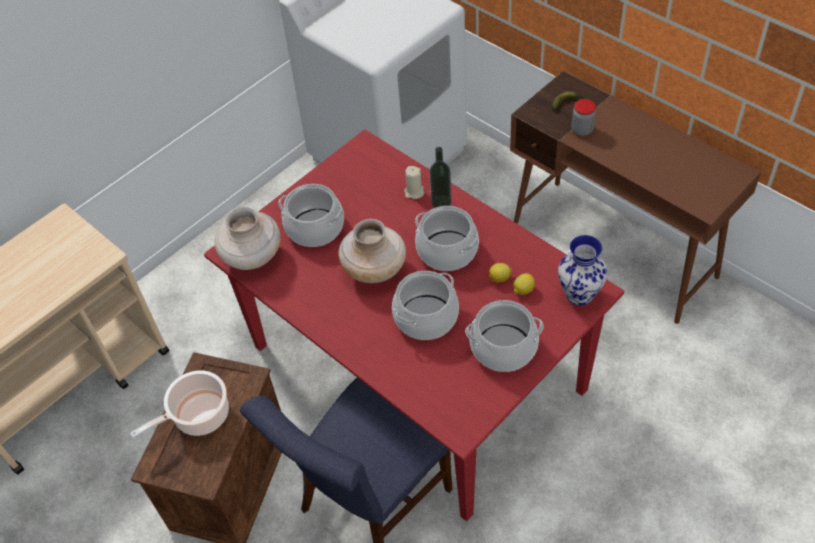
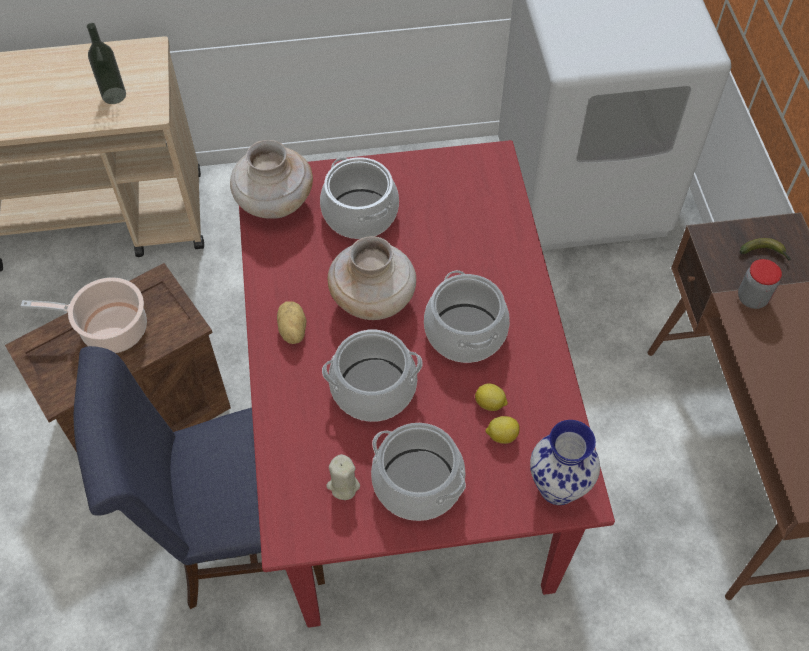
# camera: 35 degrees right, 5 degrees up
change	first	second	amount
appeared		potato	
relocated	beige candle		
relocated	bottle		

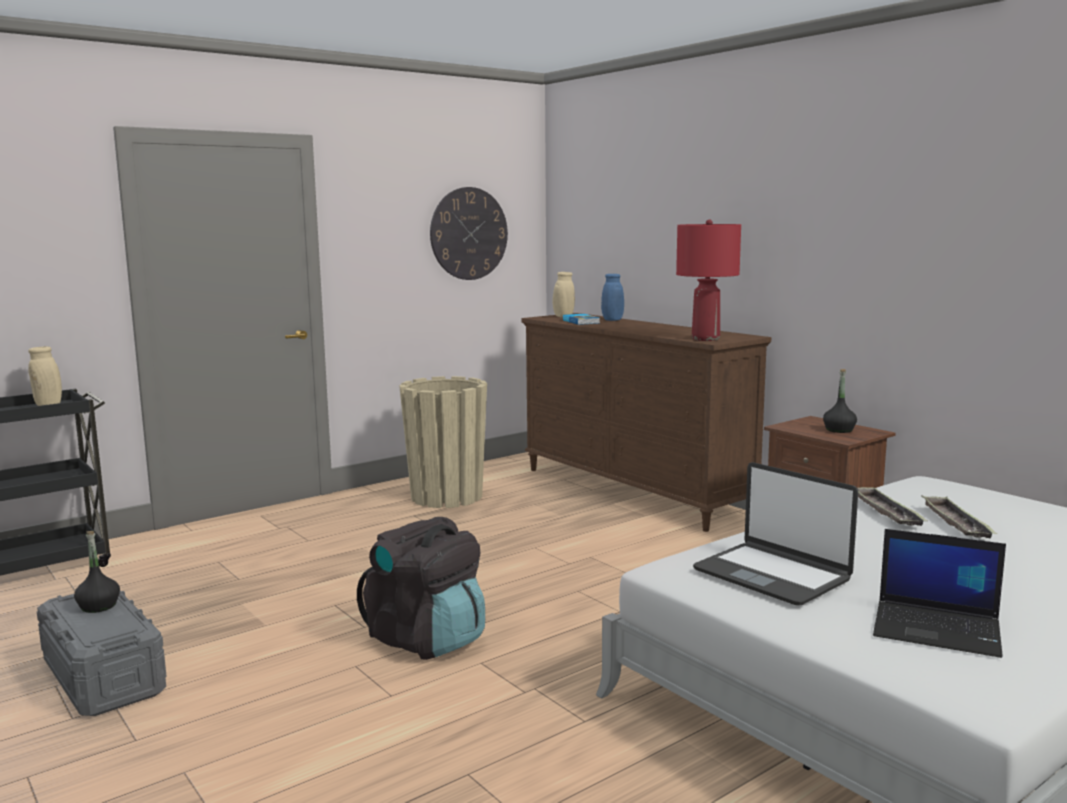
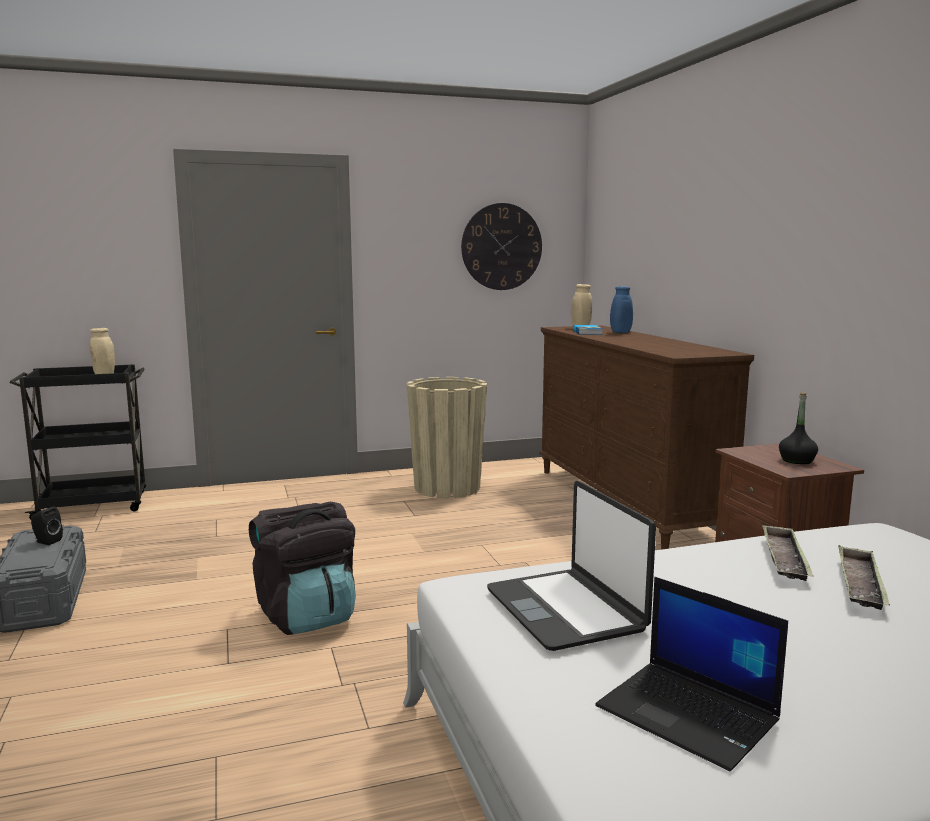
# camera: 20 degrees right, 0 degrees up
change	first	second	amount
missing	red table lamp		
exchanged	black bottle (no. 1 from left)	black speaker	

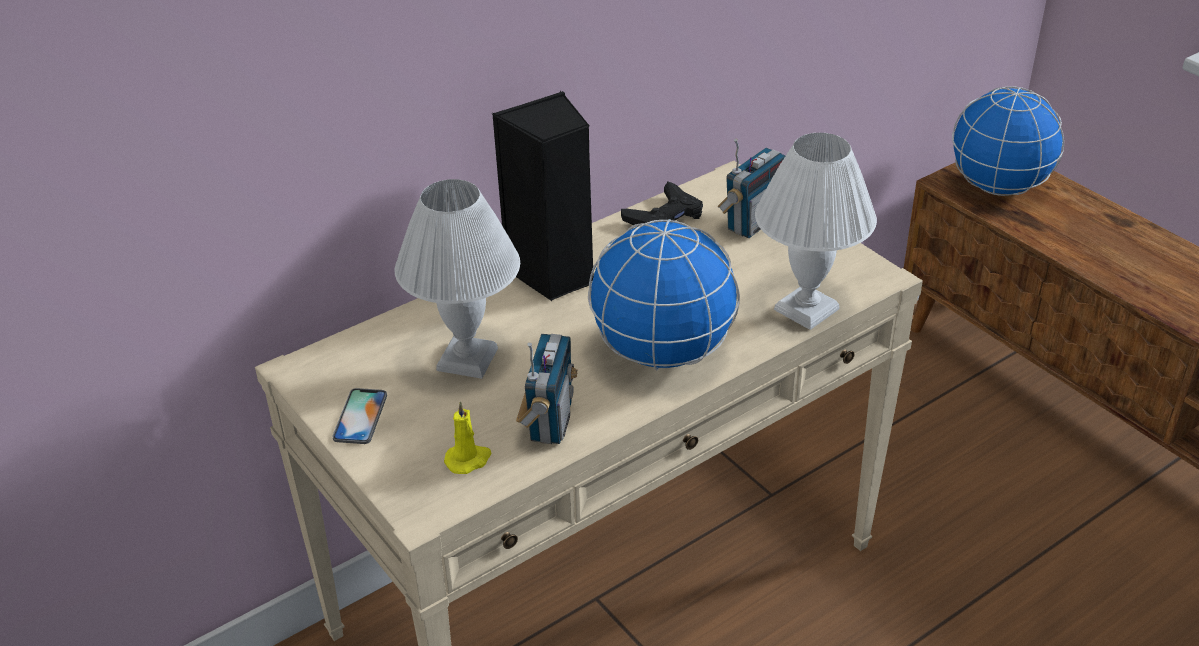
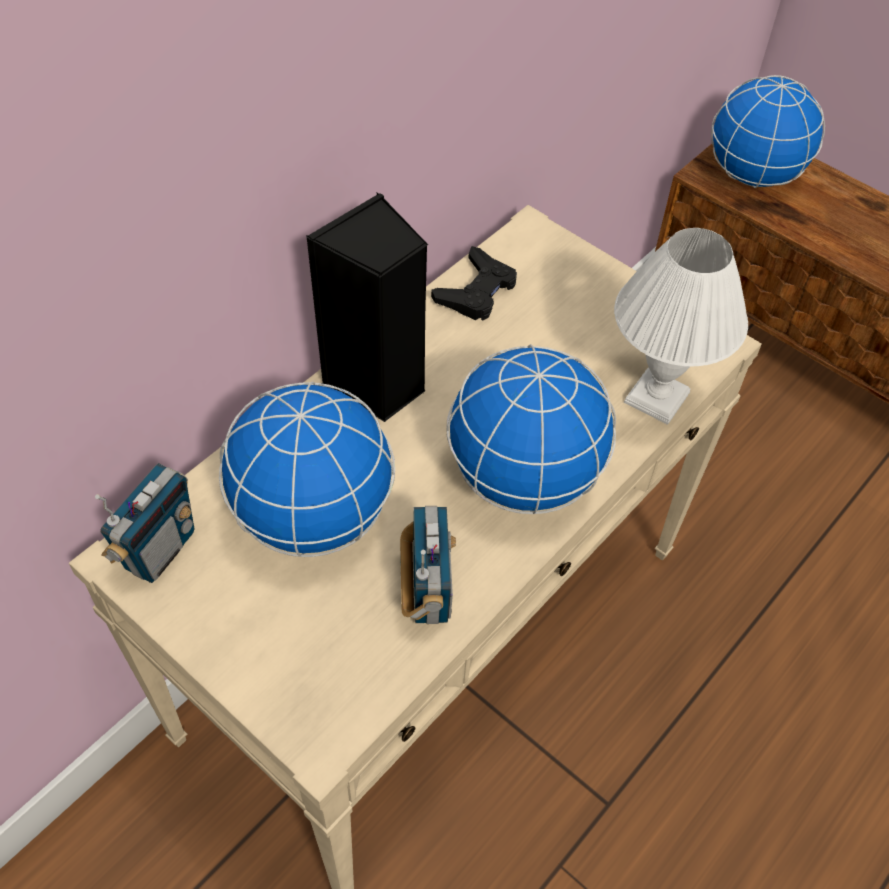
# camera: 15 degrees left, 15 degrees up
change	first	second	amount
missing	phone		
missing	yellow candle		
relocated	radio (no. 2 from left in the first image)	radio (no. 1 from left)	
exchanged	white table lamp (no. 1 from left)	globe (no. 1 from left)	

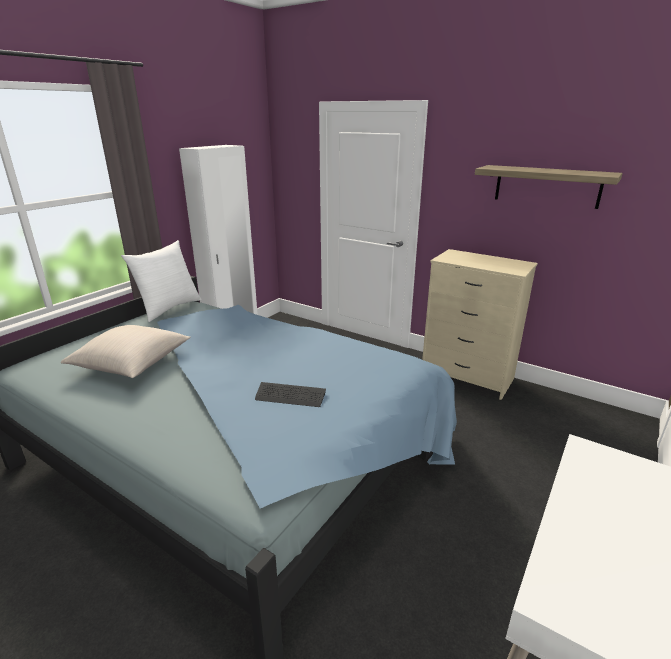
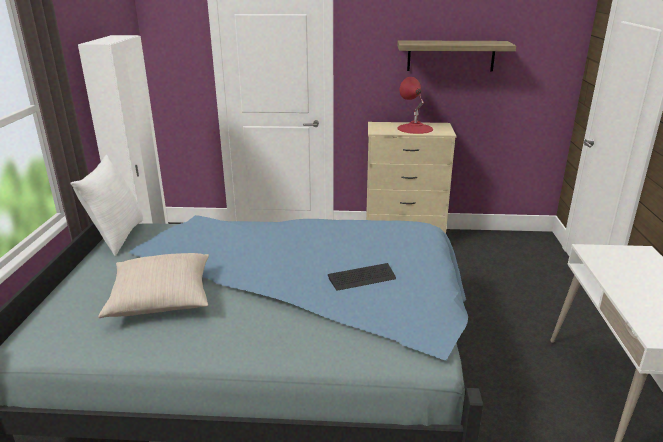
# camera: 30 degrees left, 0 degrees up
change	first	second	amount
appeared		red table lamp	

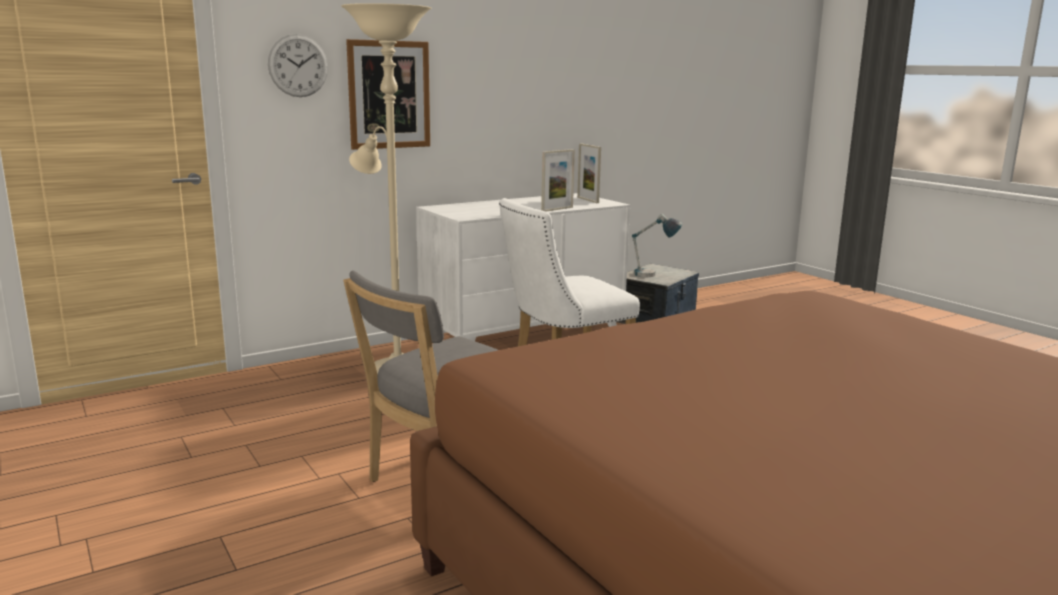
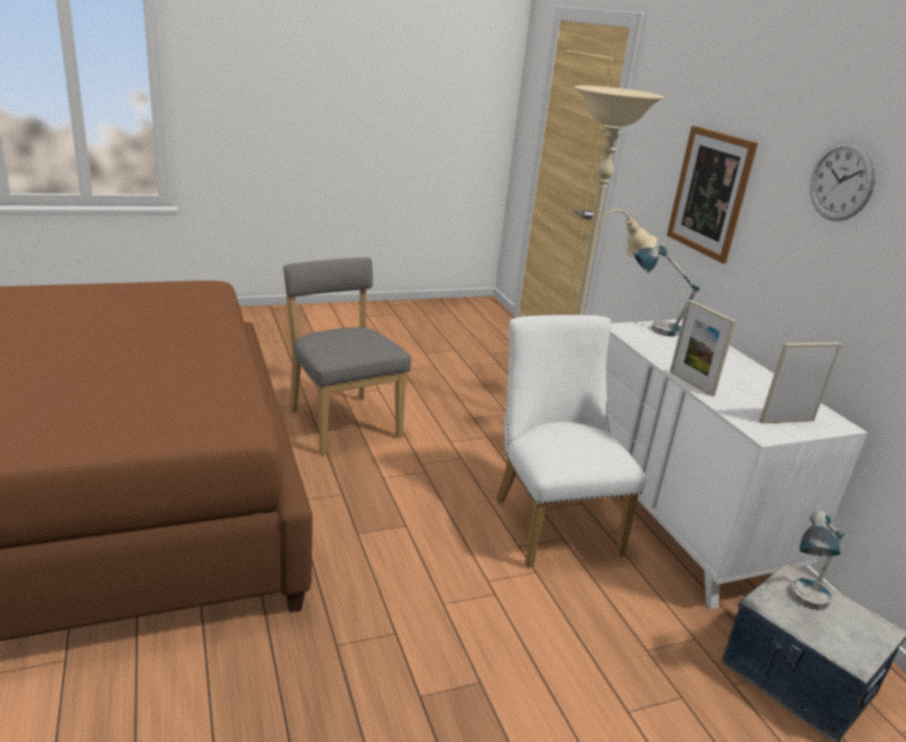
# camera: 100 degrees right, 10 degrees up
change	first	second	amount
appeared		table lamp (no. 1 from left)	
relocated	wall clock		

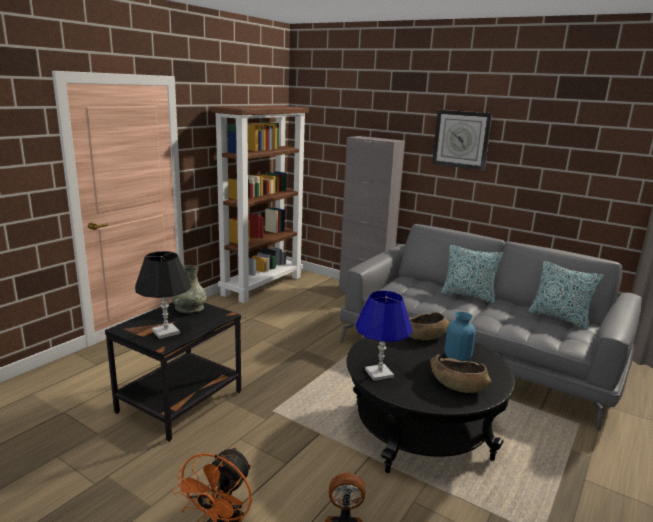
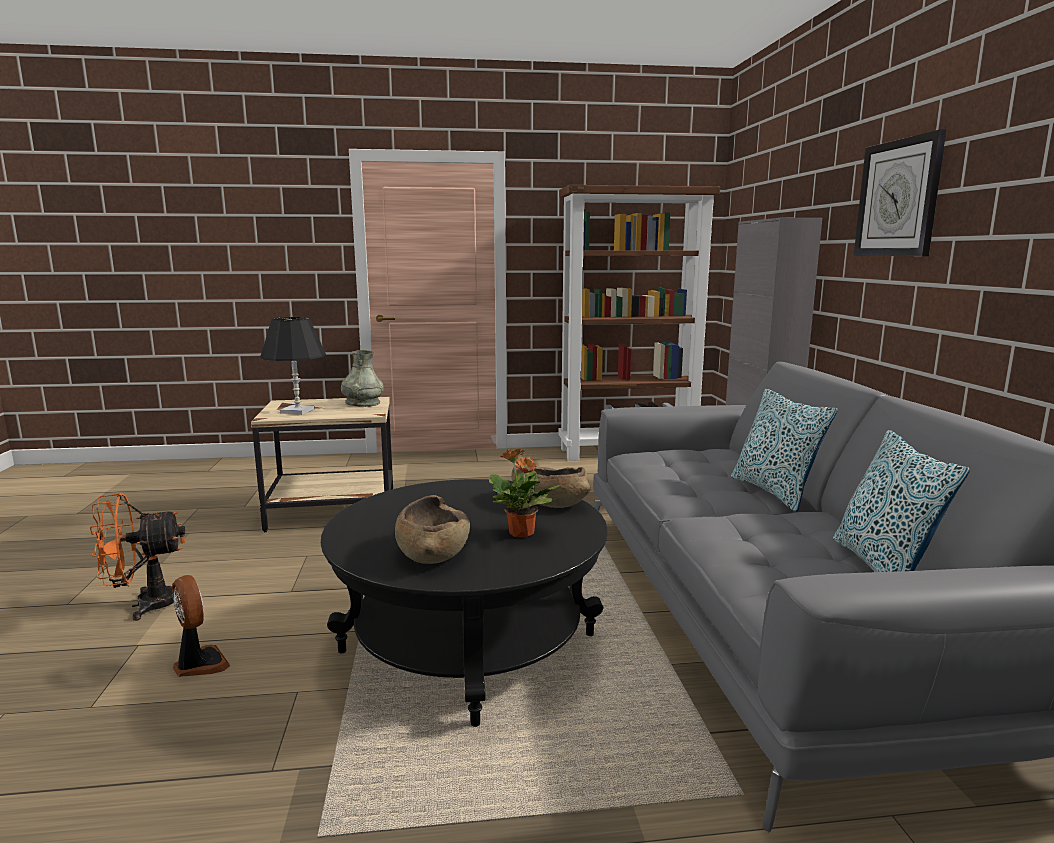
# camera: 50 degrees right, 5 degrees down
change	first	second	amount
missing	blue table lamp		
exchanged	blue vase	potted plant	
colour	black side table	beige side table	

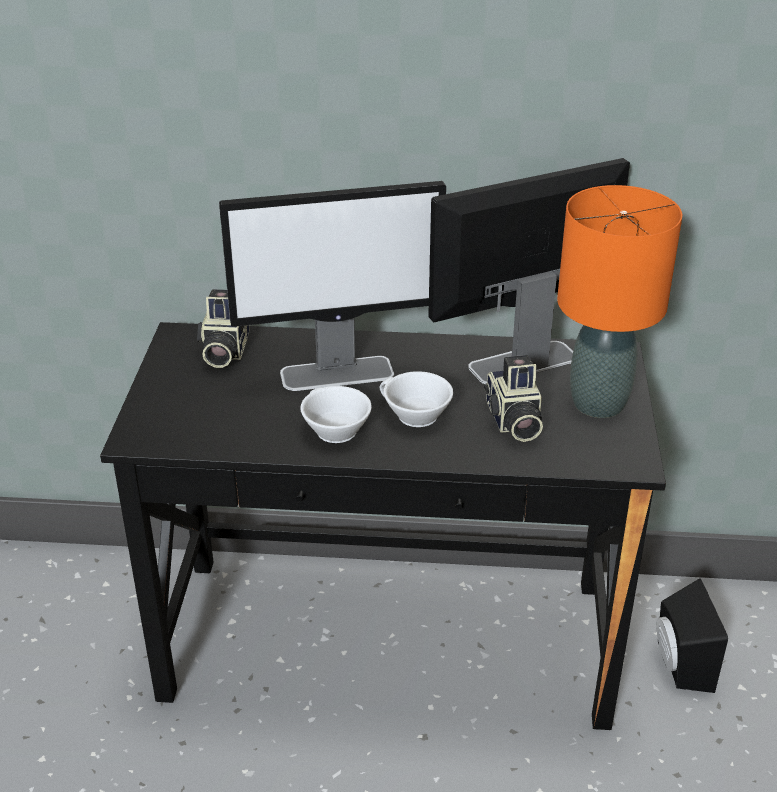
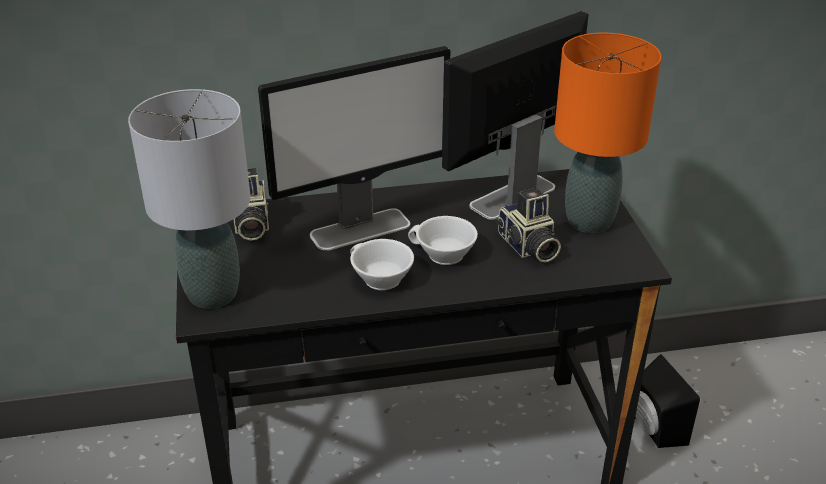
# camera: 15 degrees left, 0 degrees up
change	first	second	amount
appeared		grey table lamp	

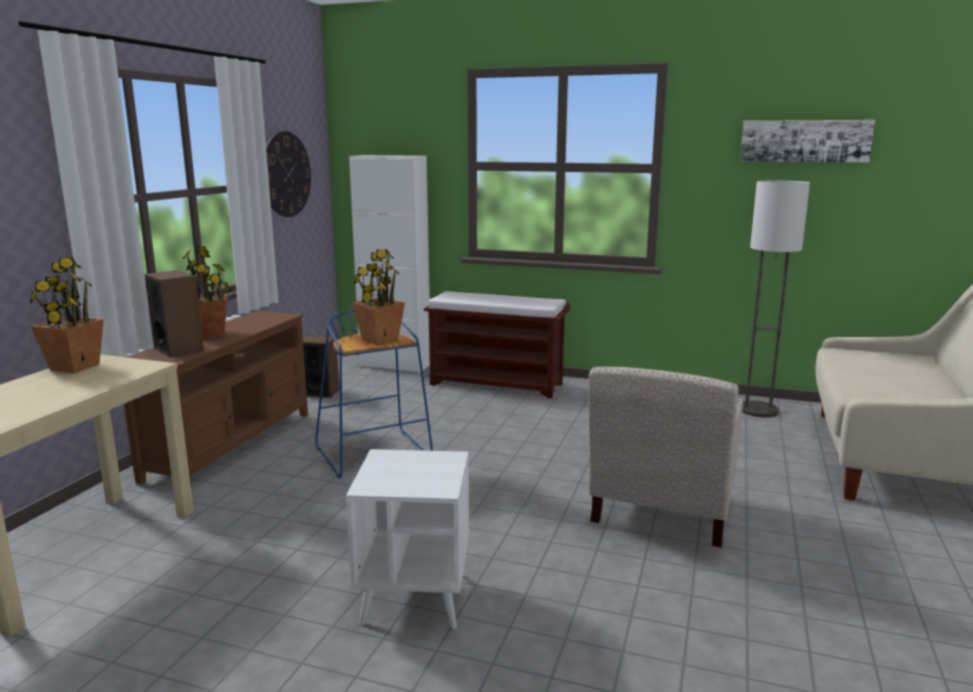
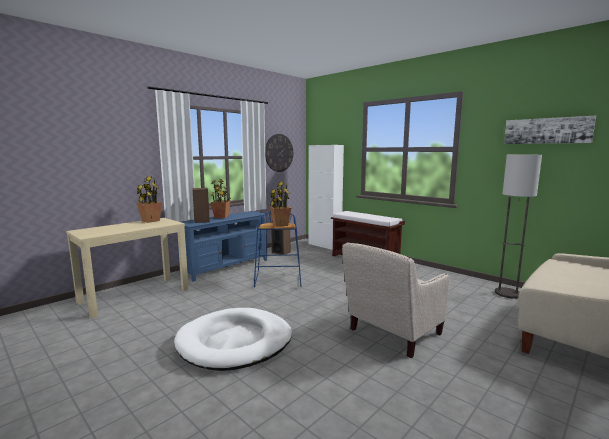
# camera: 25 degrees right, 5 degrees down
change	first	second	amount
exchanged	white side table	white dog bed	
colour	brown tv stand	blue tv stand	

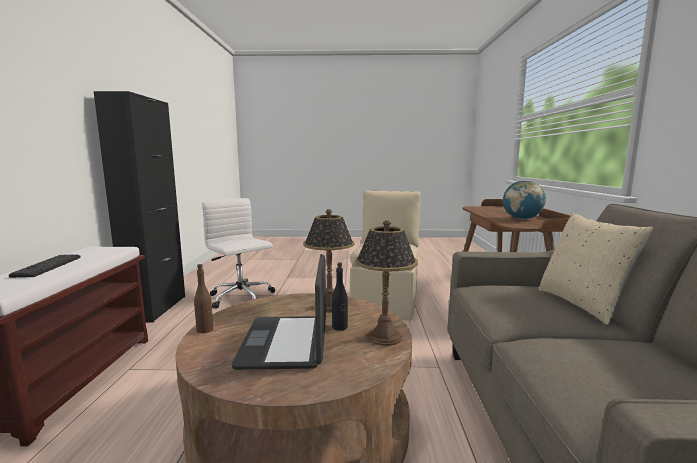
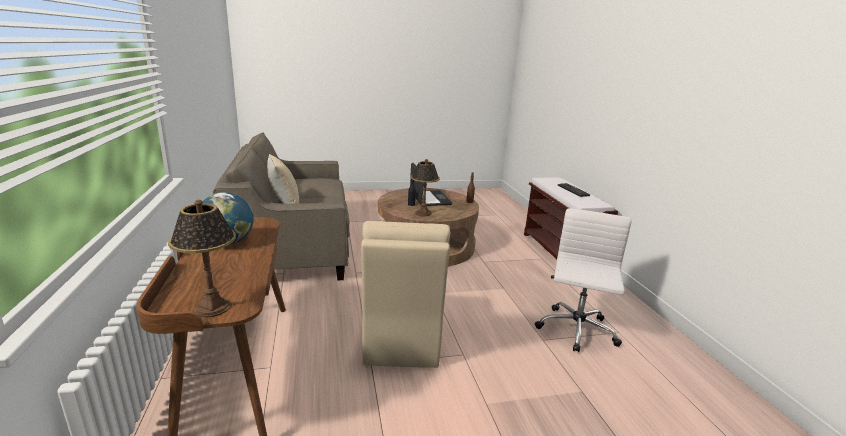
# camera: 165 degrees right, 10 degrees up
change	first	second	amount
missing	black cabinet		
relocated	table lamp (no. 2 from left in the first image)	table lamp (no. 1 from left)	
spun	white office chair		105 degrees counterclockwise

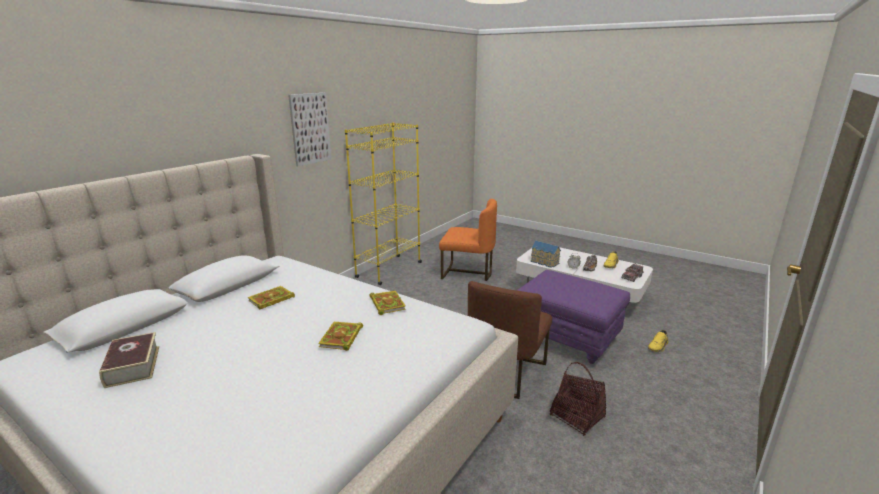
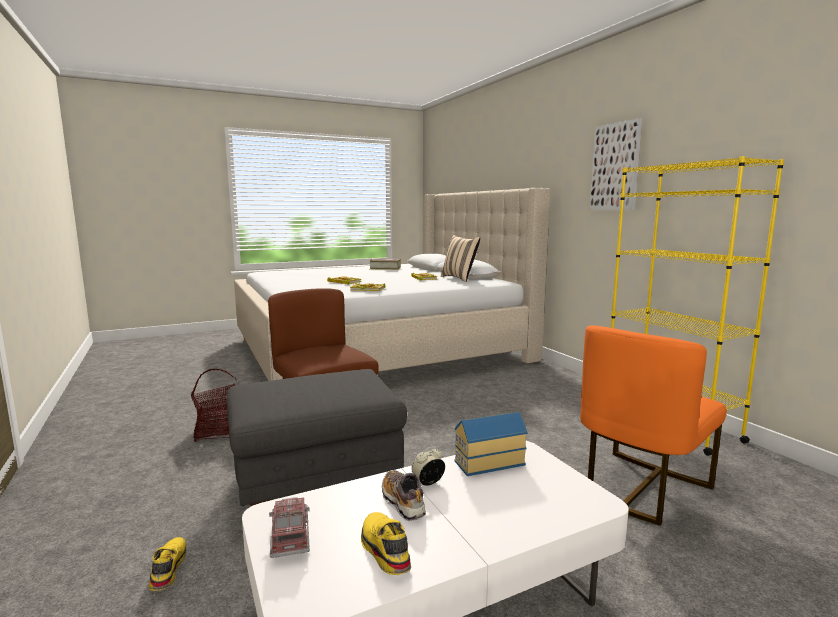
# camera: 120 degrees right, 10 degrees down
change	first	second	amount
appeared		beige pillow	
colour	purple ottoman	grey ottoman	

